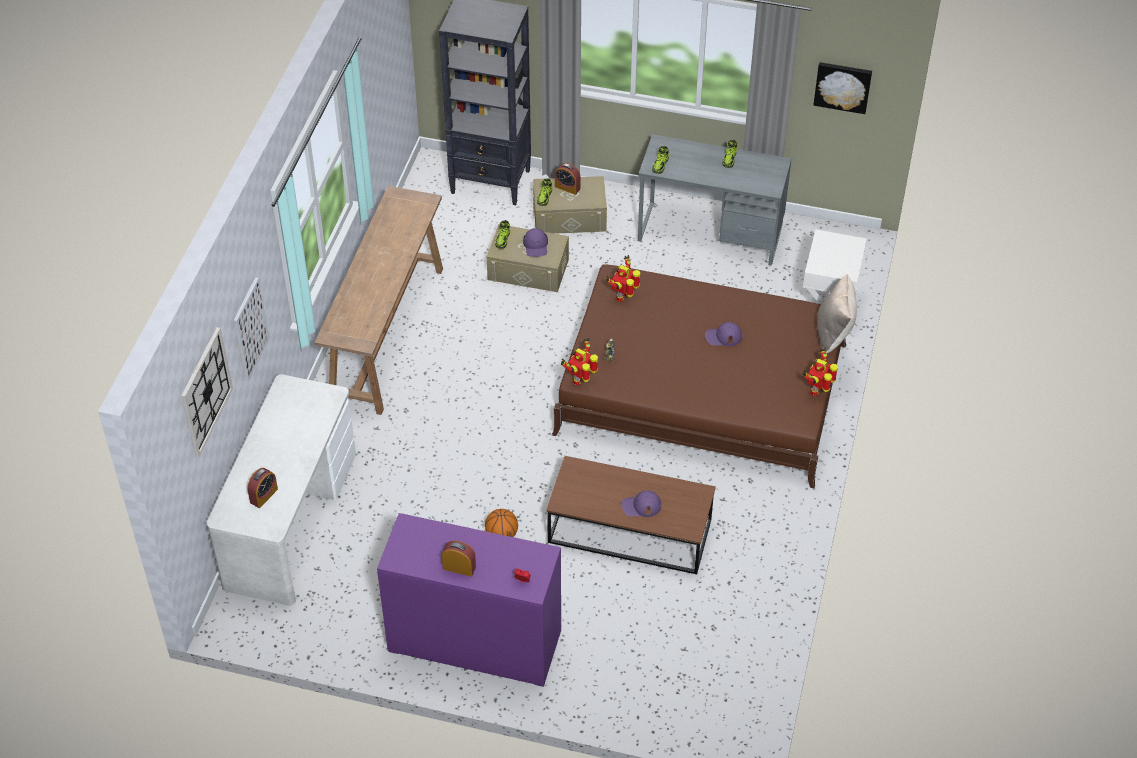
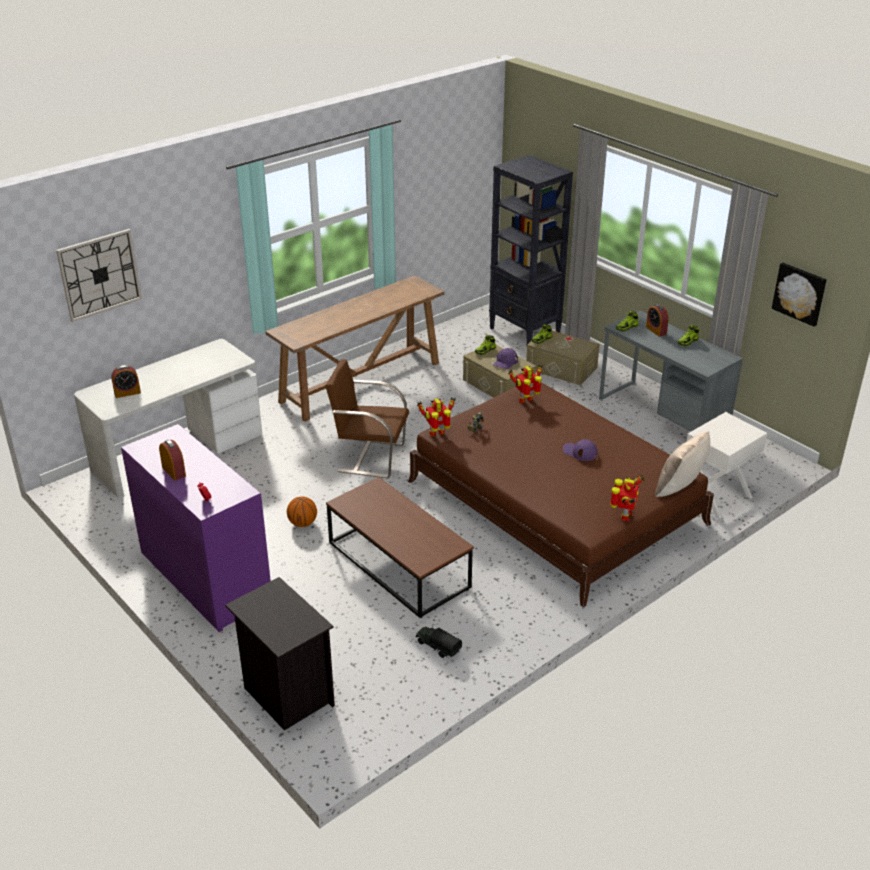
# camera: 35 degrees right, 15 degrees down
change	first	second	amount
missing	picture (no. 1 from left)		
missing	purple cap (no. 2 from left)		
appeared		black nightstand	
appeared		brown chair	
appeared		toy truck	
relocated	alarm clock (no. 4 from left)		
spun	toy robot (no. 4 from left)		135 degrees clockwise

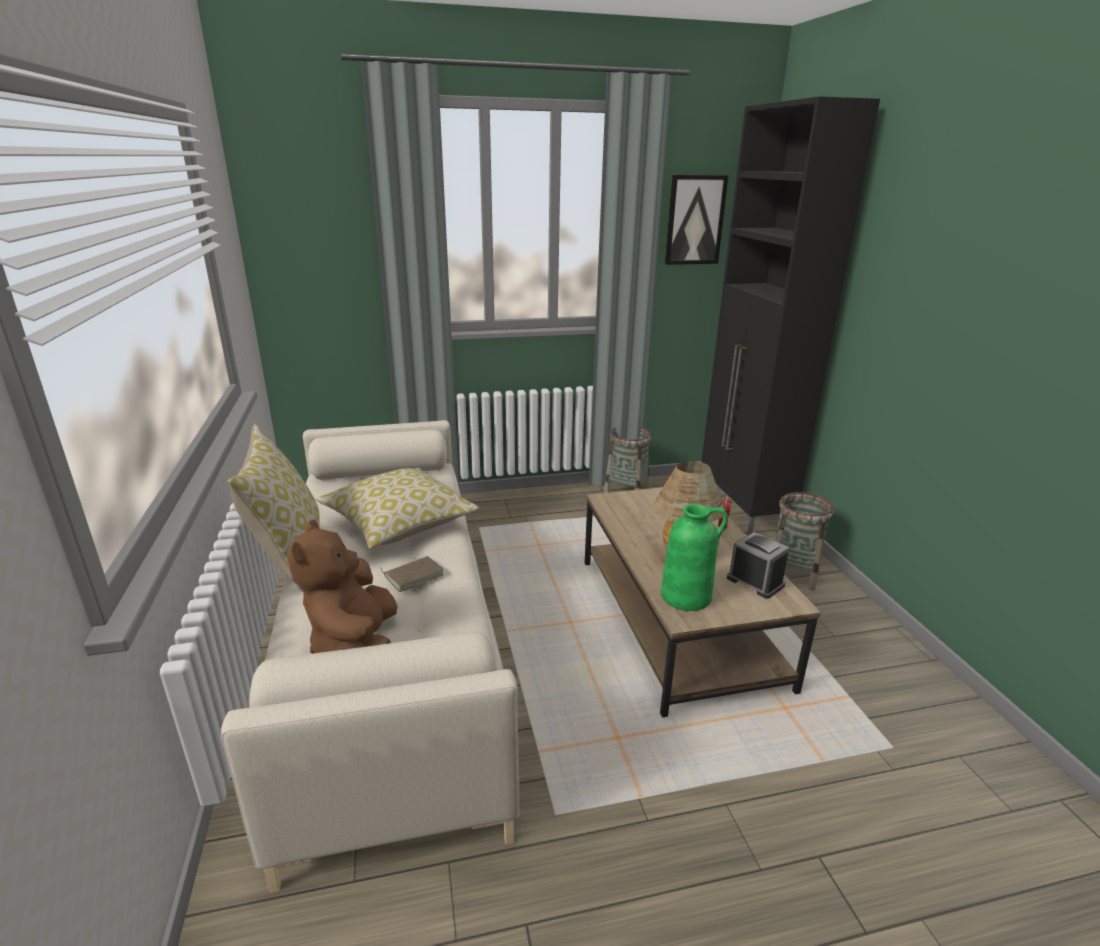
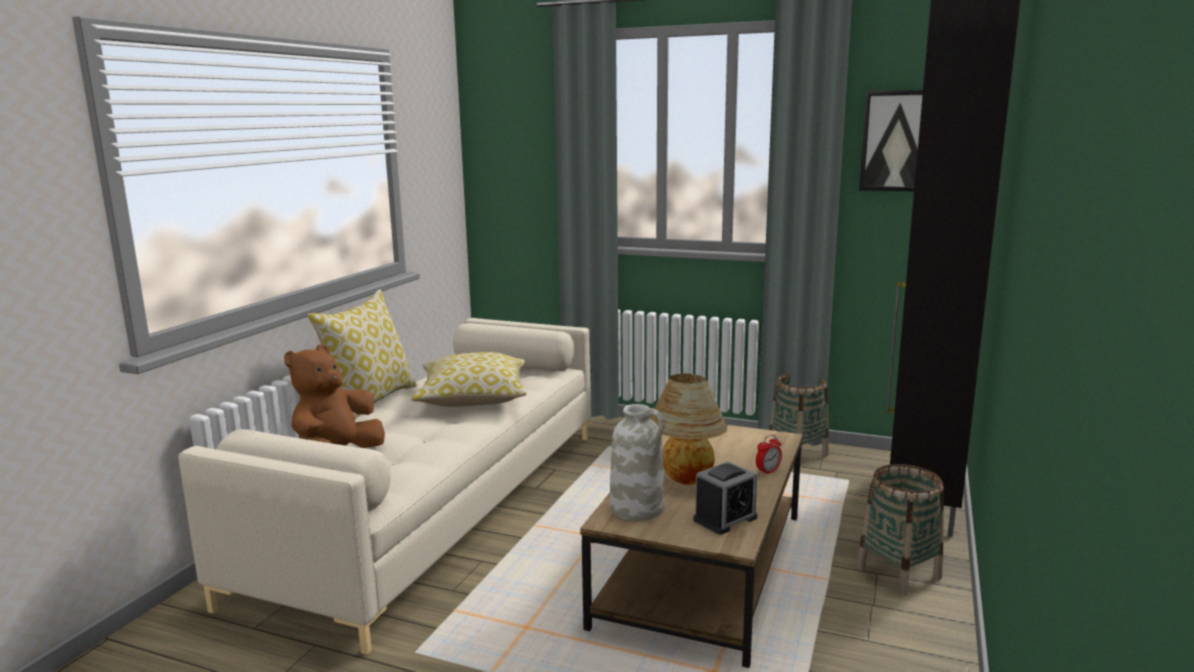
# camera: 35 degrees right, 10 degrees down
change	first	second	amount
missing	brown book		
colour	green vase	white vase	
spun	alarm clock (no. 2 from left in the first image)	alarm clock (no. 1 from left)	60 degrees clockwise

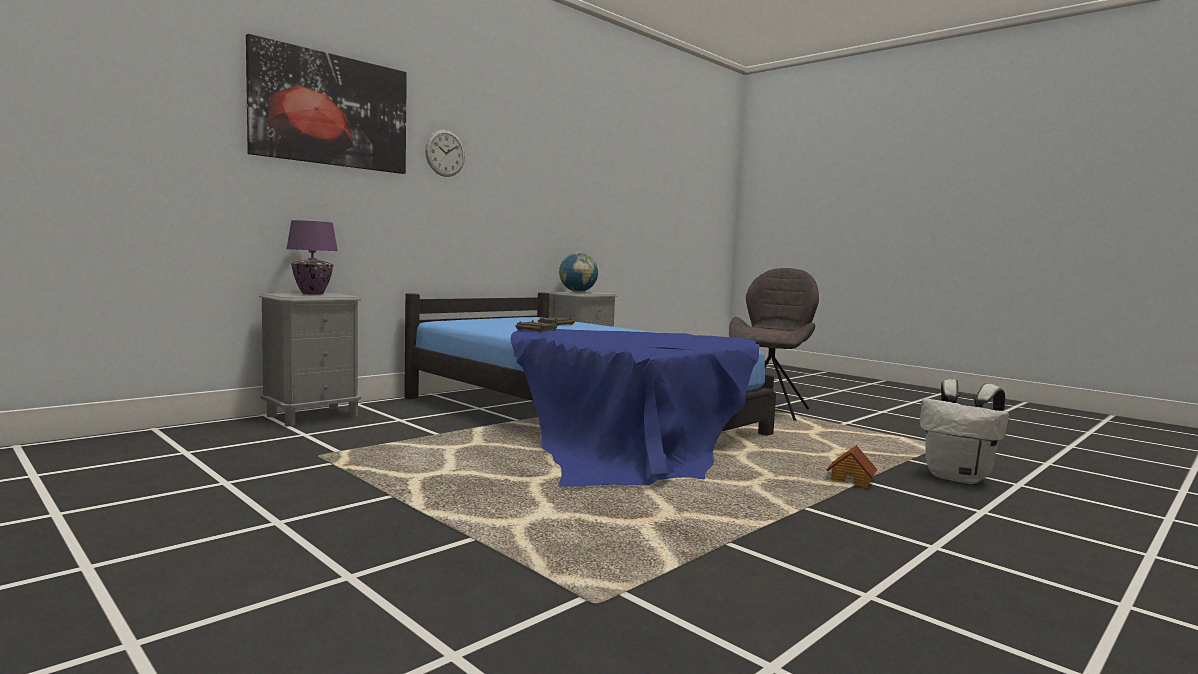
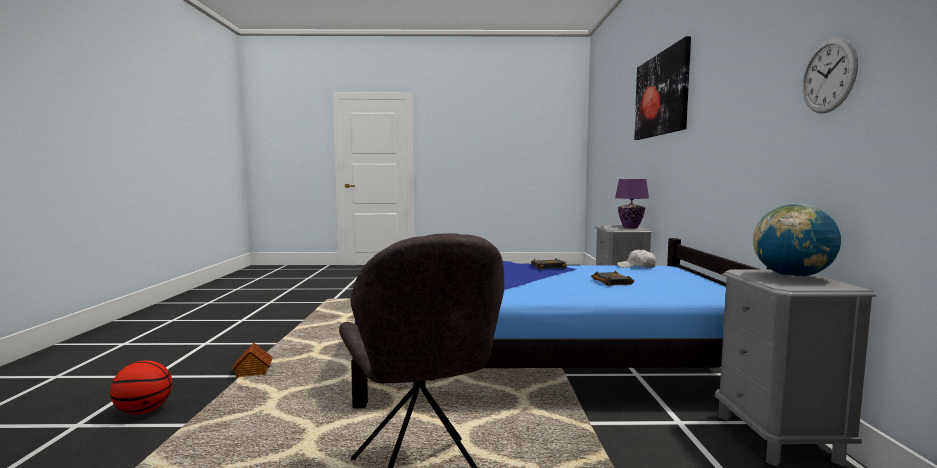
# camera: 135 degrees right, 0 degrees up
change	first	second	amount
appeared		white cap	
relocated	wall clock		
exchanged	white backpack	basketball	

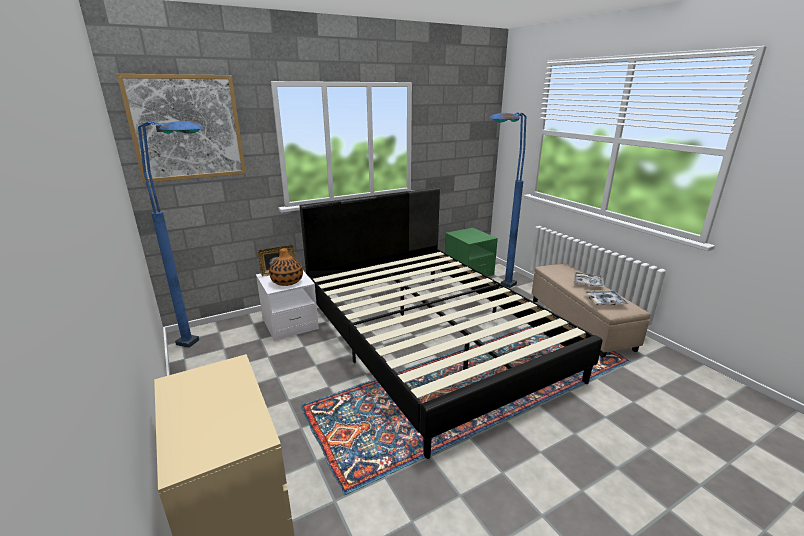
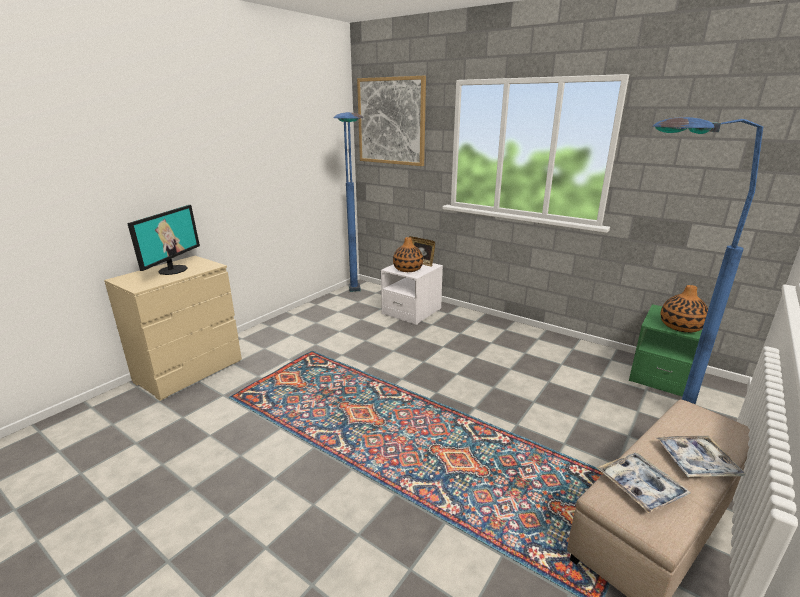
# camera: 65 degrees right, 0 degrees up
change	first	second	amount
missing	black bed		
appeared		monitor	
appeared		vase (no. 2 from left)	

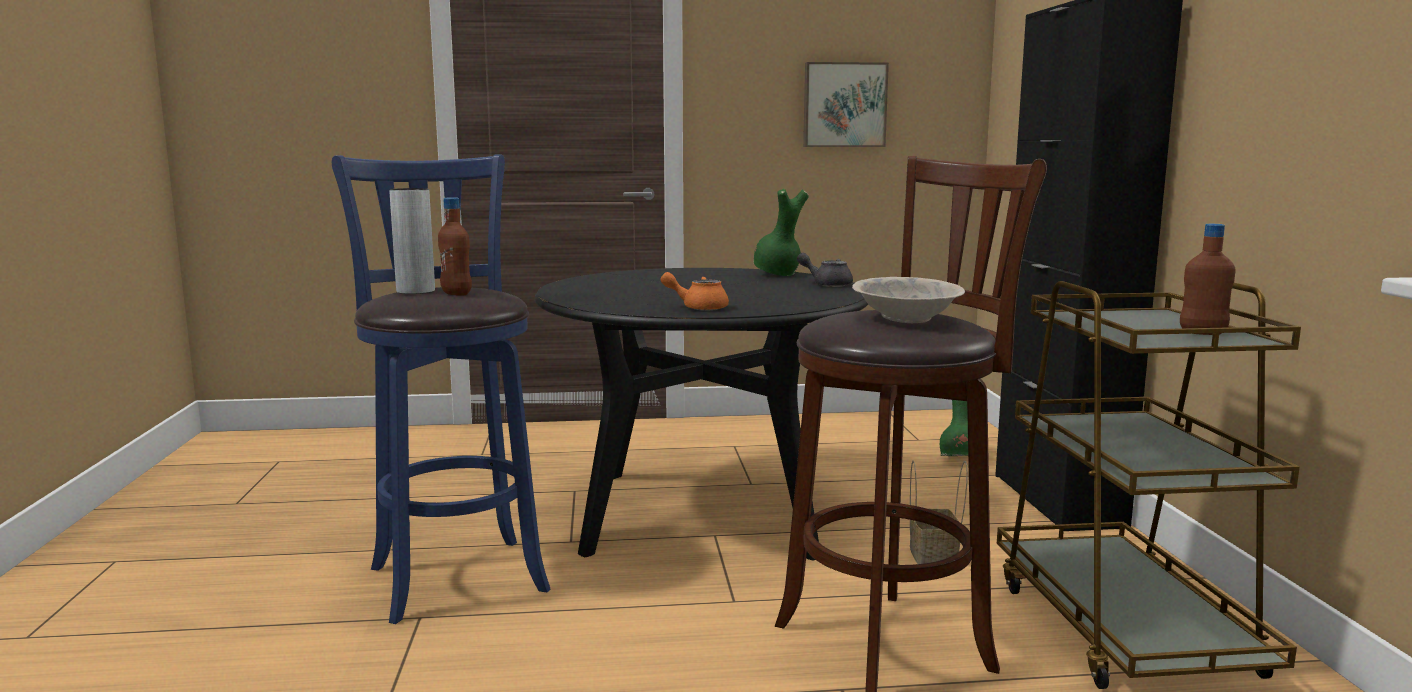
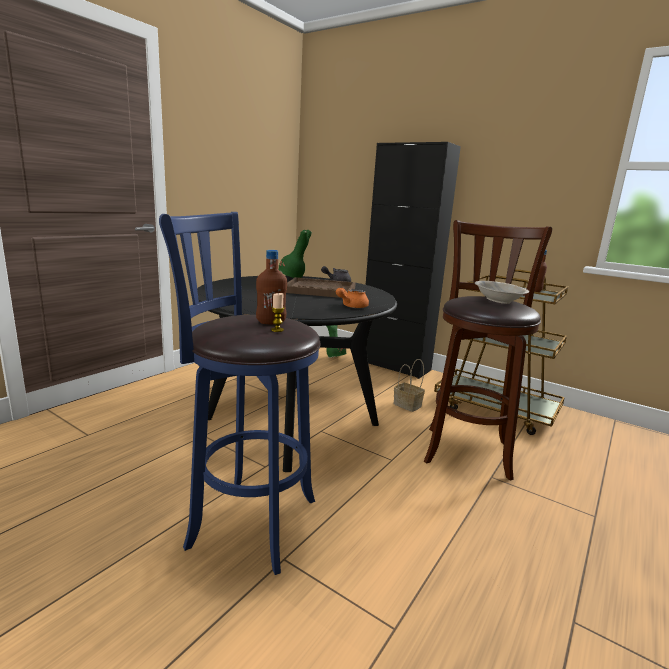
# camera: 50 degrees left, 5 degrees up
change	first	second	amount
missing	grey vase		
missing	picture		
appeared		candle	
appeared		brown tray	

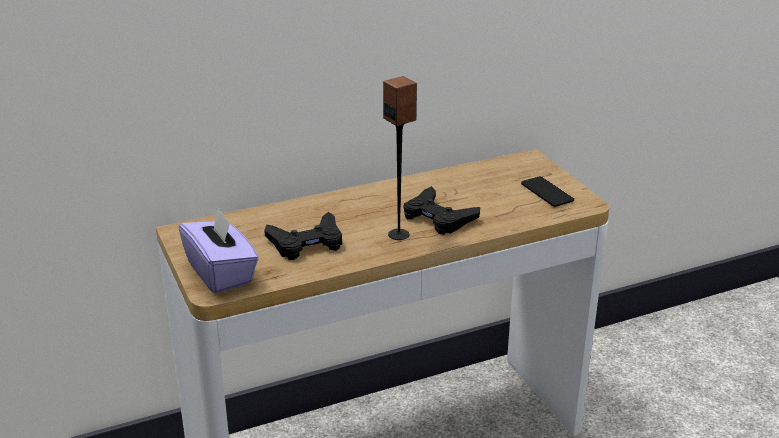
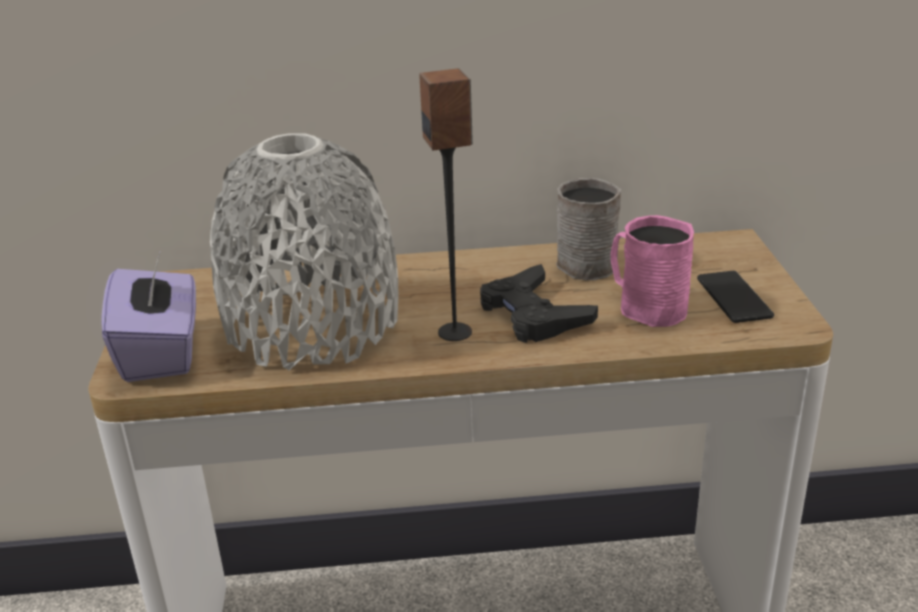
# camera: 20 degrees right, 0 degrees up
change	first	second	amount
appeared		grey mug	
appeared		pink mug	
exchanged	black game controller (no. 1 from left)	grey vase	

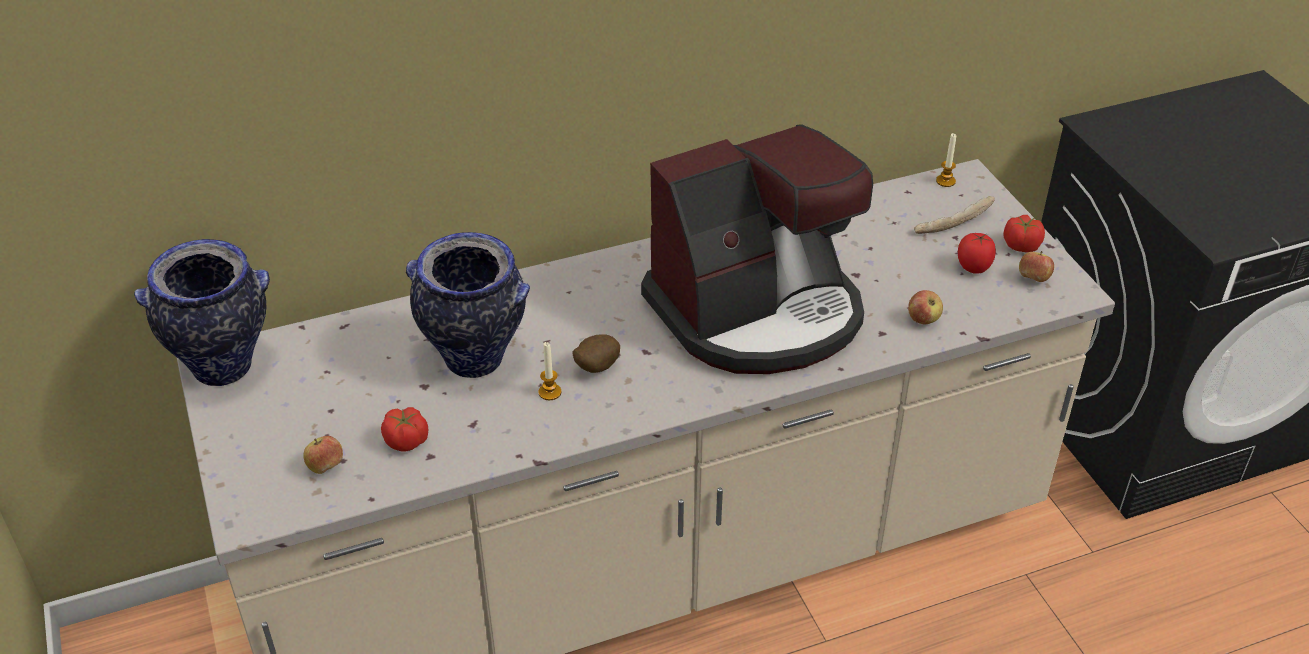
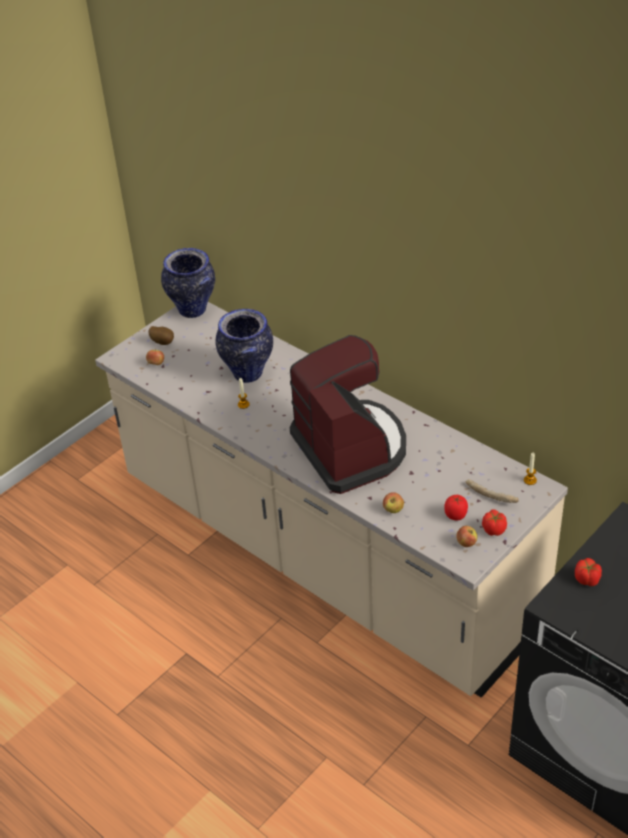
# camera: 65 degrees right, 0 degrees up
change	first	second	amount
relocated	tomato (no. 1 from left in the first image)	tomato (no. 3 from left)	
relocated	potato		
spun	coffee machine		150 degrees counterclockwise

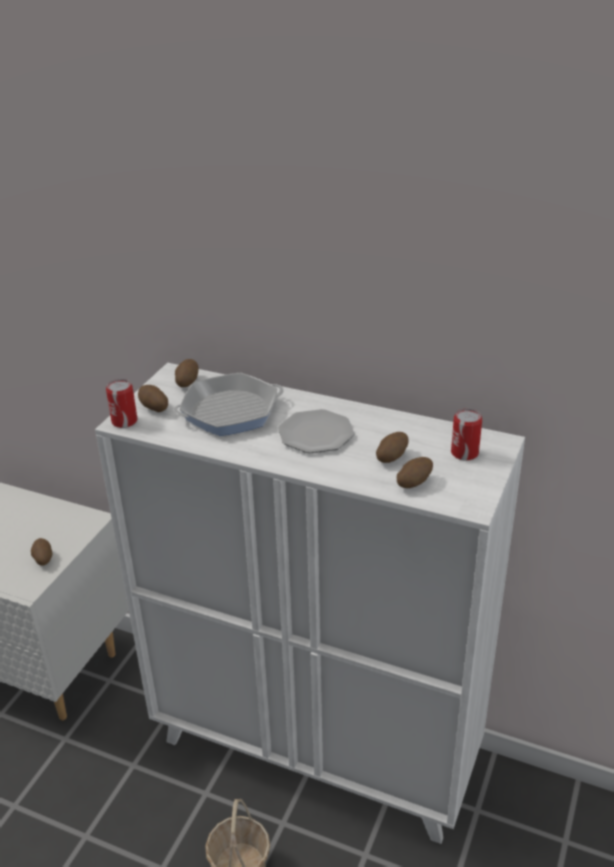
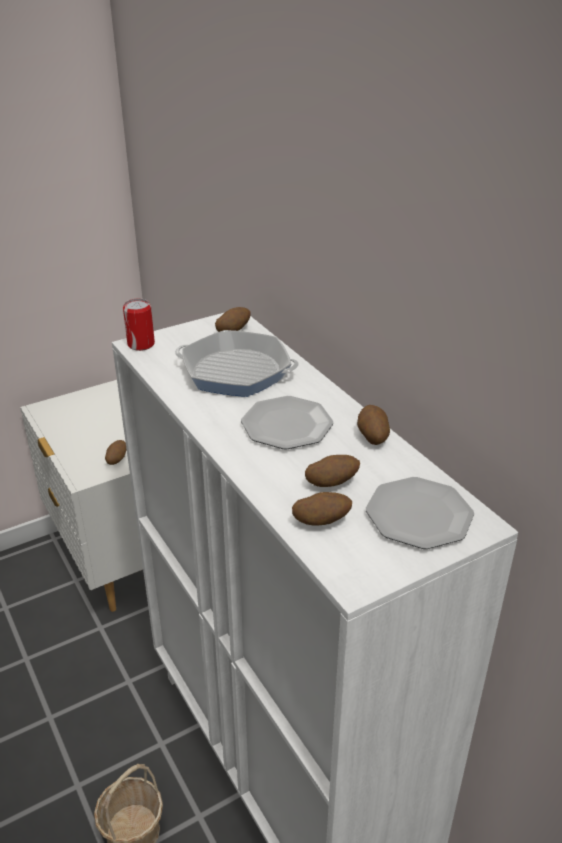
# camera: 35 degrees right, 0 degrees up
change	first	second	amount
relocated	potato (no. 2 from left in the first image)	potato (no. 5 from left)	
exchanged	can (no. 2 from left)	plate (no. 2 from left)	

